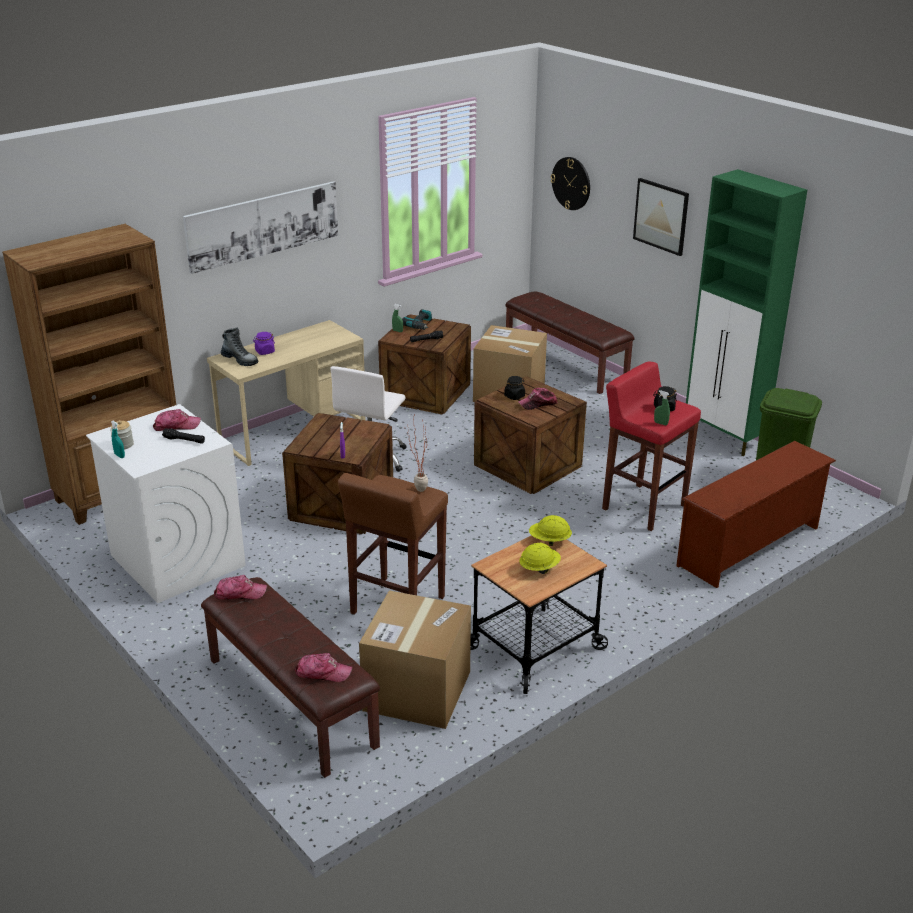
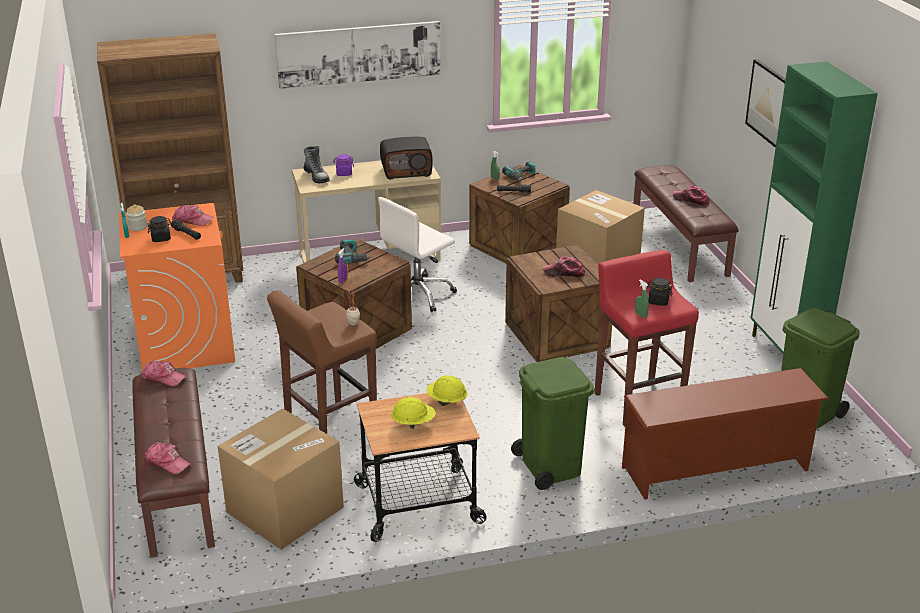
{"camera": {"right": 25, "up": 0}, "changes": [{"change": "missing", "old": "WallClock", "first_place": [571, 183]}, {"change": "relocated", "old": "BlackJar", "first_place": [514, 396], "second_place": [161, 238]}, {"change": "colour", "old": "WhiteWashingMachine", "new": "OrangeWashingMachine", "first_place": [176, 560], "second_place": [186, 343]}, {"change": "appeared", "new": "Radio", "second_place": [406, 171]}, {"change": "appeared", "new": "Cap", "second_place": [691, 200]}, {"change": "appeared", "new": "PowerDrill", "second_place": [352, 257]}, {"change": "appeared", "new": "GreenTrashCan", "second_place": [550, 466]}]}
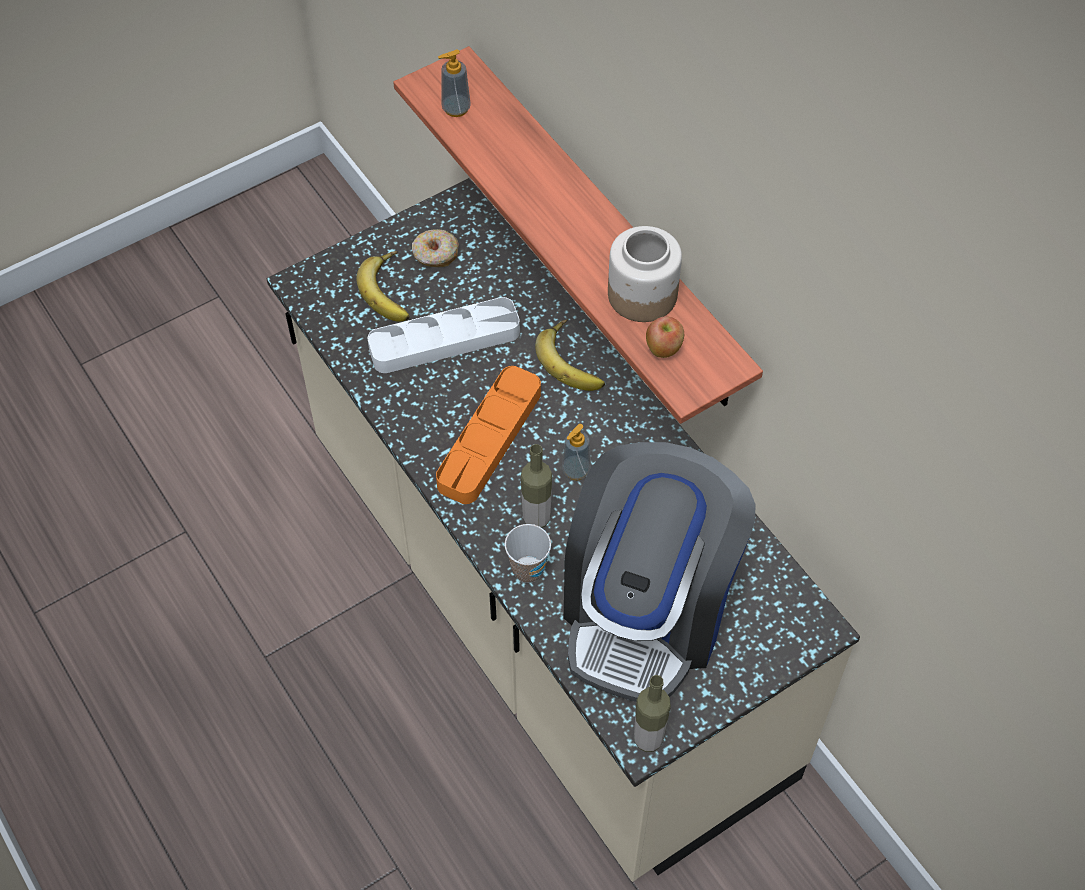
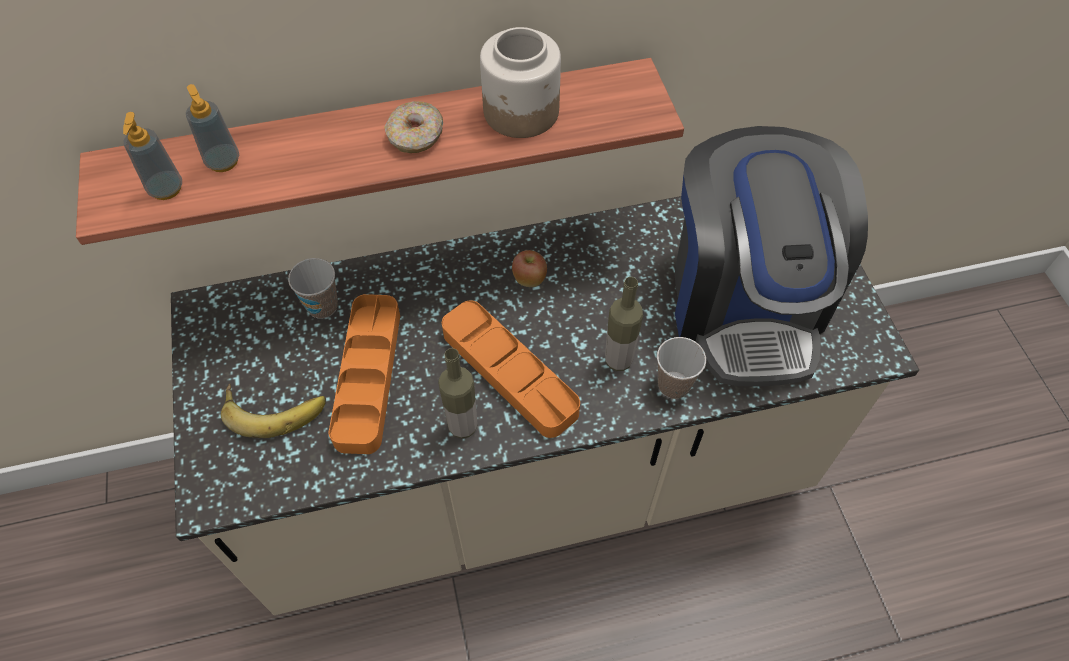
{"camera": {"right": -70, "up": 0}, "changes": [{"change": "relocated", "old": "Donut", "first_place": [435, 254], "second_place": [416, 136]}, {"change": "colour", "old": "WhiteTray", "new": "OrangeTray", "first_place": [444, 340], "second_place": [368, 376]}, {"change": "relocated", "old": "Apple", "first_place": [664, 349], "second_place": [529, 279]}, {"change": "missing", "old": "Banana", "first_place": [574, 360]}, {"change": "relocated", "old": "SoapDispenser", "first_place": [576, 470], "second_place": [223, 161]}, {"change": "spun", "old": "CoffeeMachine", "first_place": [648, 609], "second_place": [744, 303], "degrees": 45}, {"change": "relocated", "old": "Bottle", "first_place": [648, 739], "second_place": [462, 426]}, {"change": "appeared", "new": "Cup", "second_place": [322, 306]}]}
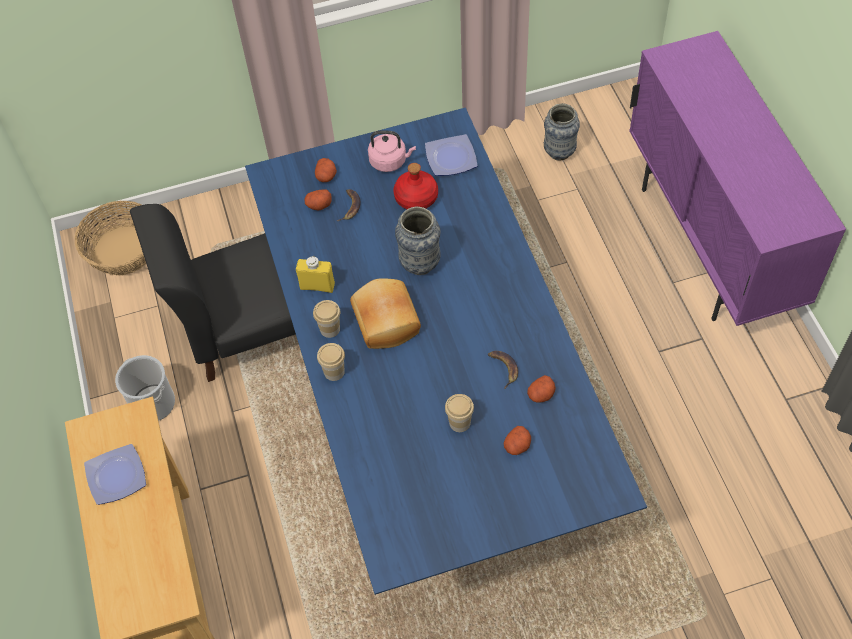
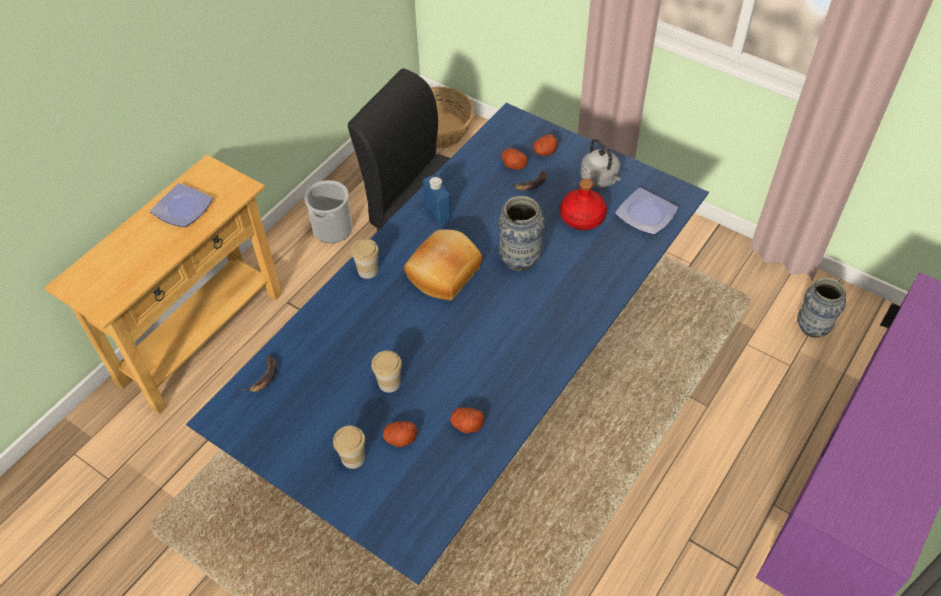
{"camera": {"right": 50, "up": -5}, "changes": [{"change": "colour", "old": "PinkKettle", "new": "GreyKettle", "first_place": [390, 161], "second_place": [600, 179]}, {"change": "colour", "old": "YellowBottle", "new": "BlueBottle", "first_place": [317, 286], "second_place": [437, 211]}, {"change": "relocated", "old": "Cup", "first_place": [330, 329], "second_place": [353, 458]}, {"change": "relocated", "old": "Banana", "first_place": [503, 368], "second_place": [263, 376]}]}
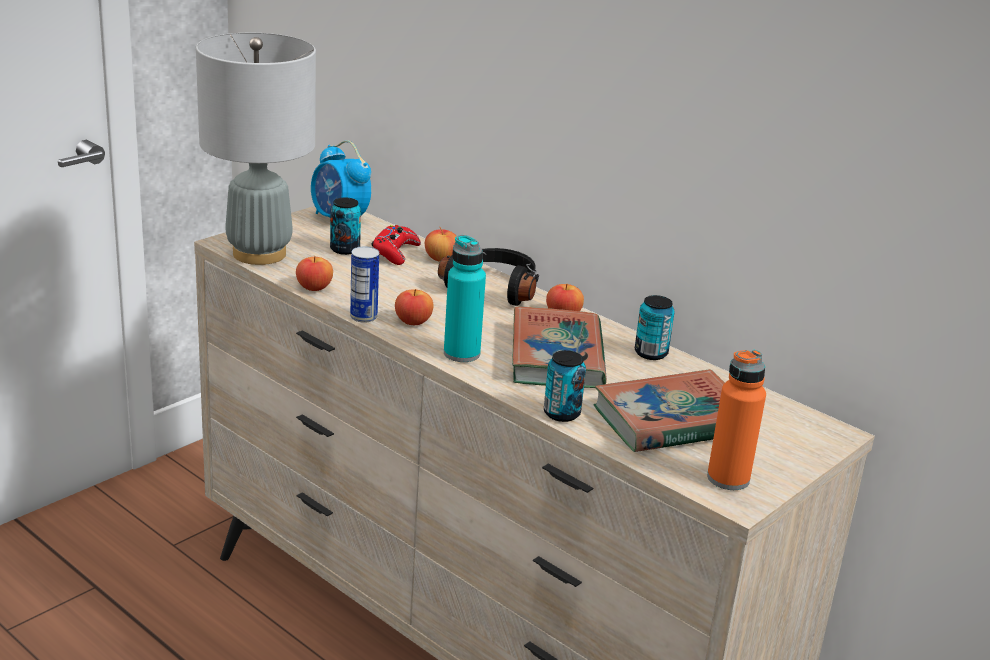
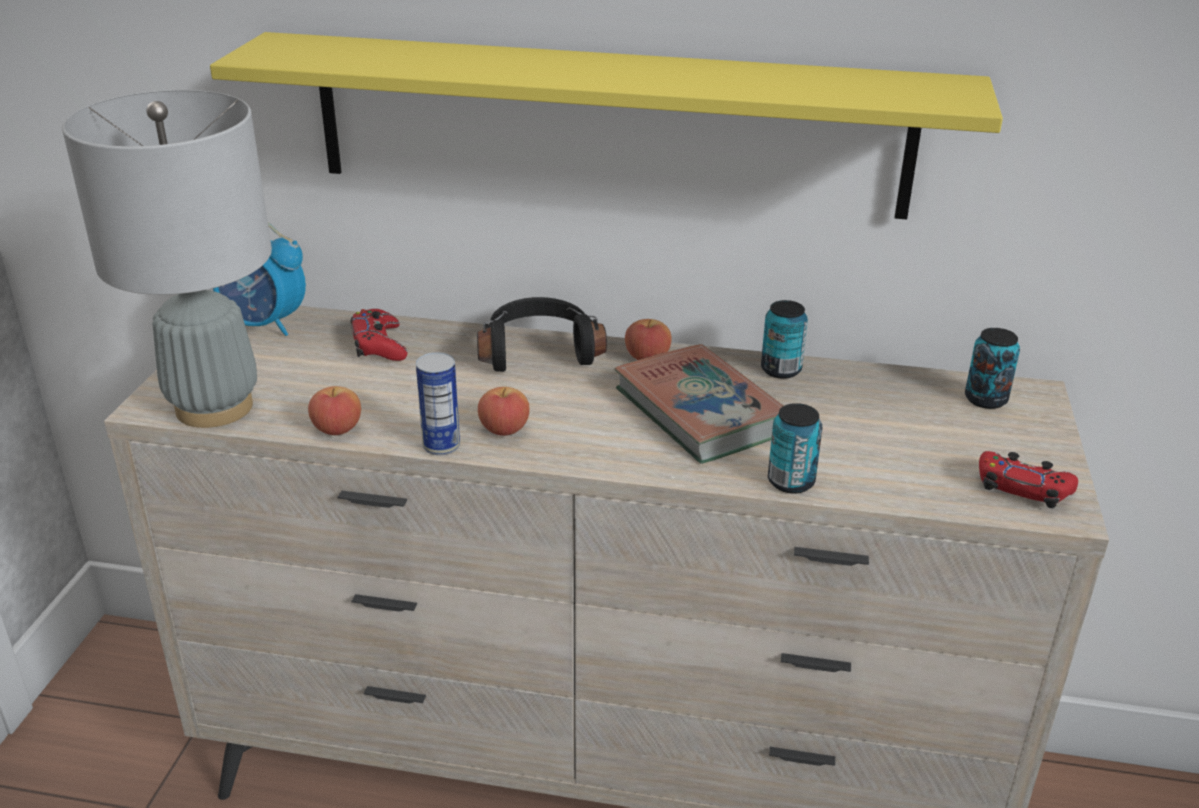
{"camera": {"right": -30, "up": 5}, "changes": [{"change": "relocated", "old": "Can", "first_place": [345, 249], "second_place": [985, 399]}, {"change": "missing", "old": "Apple", "first_place": [441, 258]}, {"change": "missing", "old": "TurquoiseBottle", "first_place": [461, 354]}, {"change": "exchanged", "old": "OrangeBottle", "new": "RedGameController", "first_place": [728, 478], "second_place": [1022, 488]}, {"change": "missing", "old": "Book", "first_place": [672, 420]}, {"change": "appeared", "new": "YellowShelf", "second_place": [608, 125]}]}
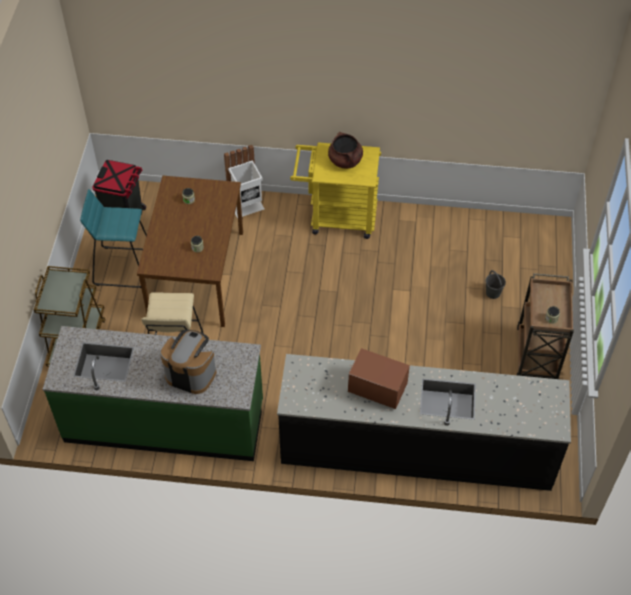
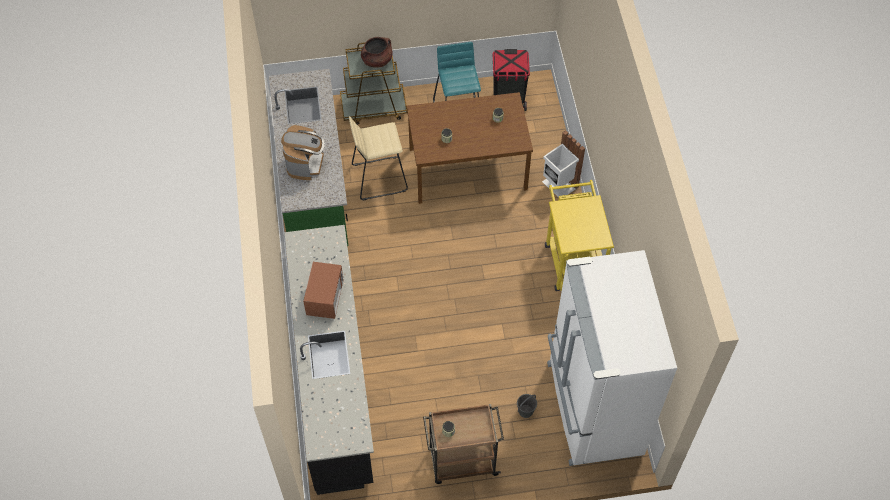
{"camera": {"right": 75, "up": 5}, "changes": [{"change": "relocated", "old": "BrownCookingPot", "first_place": [345, 161], "second_place": [377, 60]}, {"change": "appeared", "new": "WhiteFridge", "second_place": [592, 409]}]}
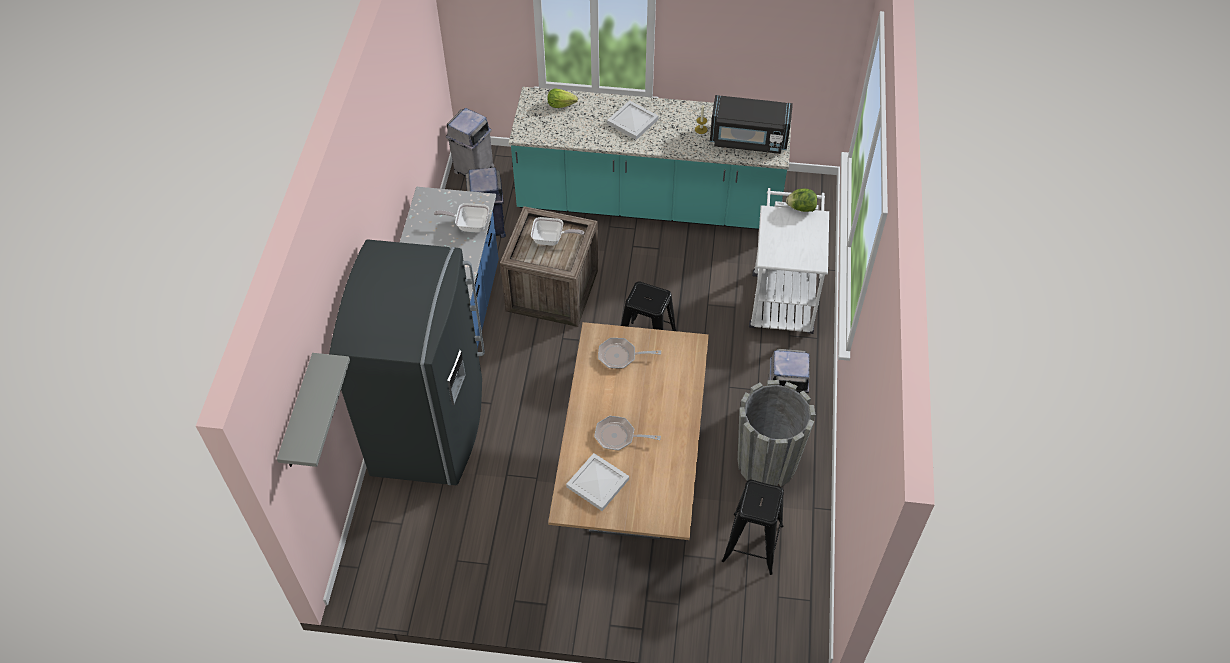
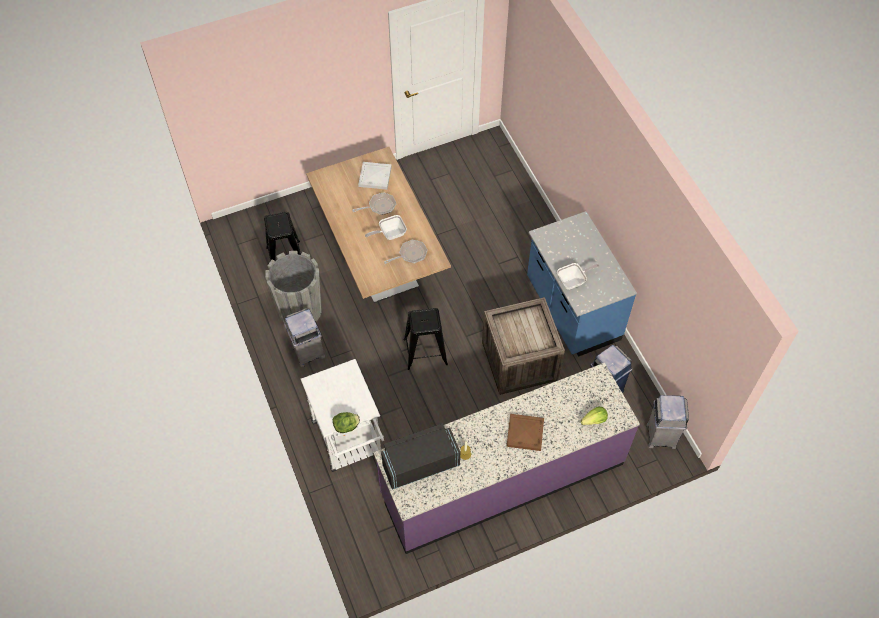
{"camera": {"right": 150, "up": 5}, "changes": [{"change": "colour", "old": "TurquoiseCounter", "new": "PurpleCounter", "first_place": [649, 202], "second_place": [502, 478]}, {"change": "colour", "old": "WhiteTray", "new": "BrownTray", "first_place": [633, 121], "second_place": [524, 433]}, {"change": "relocated", "old": "FryingPan", "first_place": [551, 239], "second_place": [390, 234]}, {"change": "missing", "old": "GreyFridge", "first_place": [430, 427]}, {"change": "missing", "old": "GreyShelf", "first_place": [299, 415]}]}
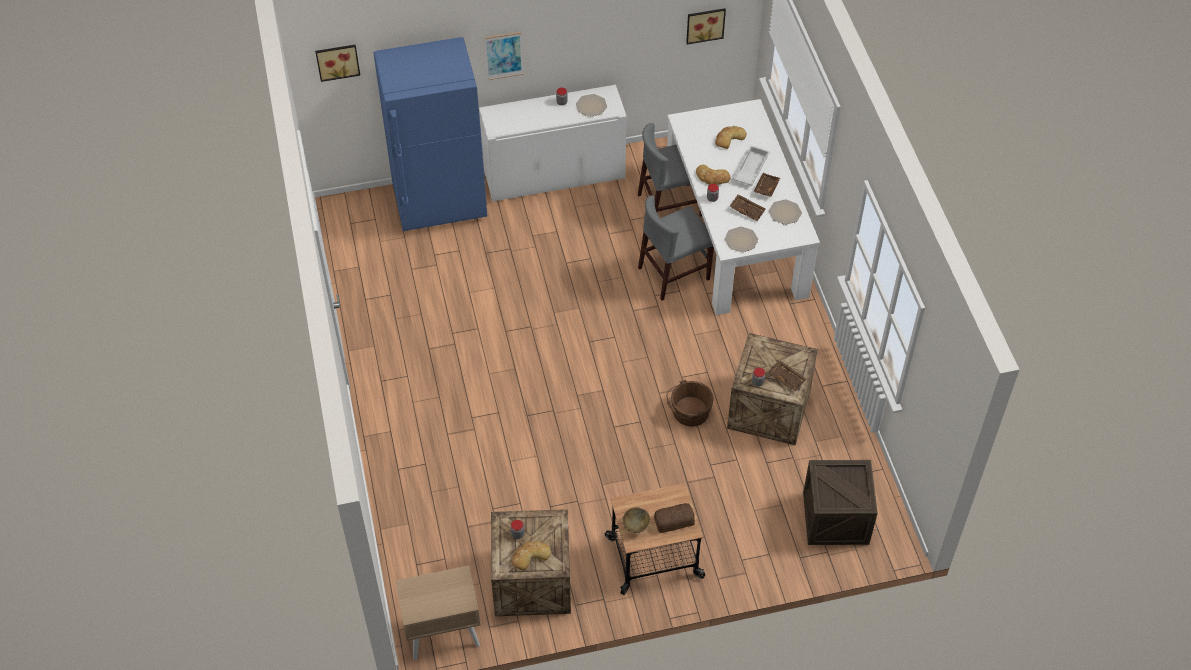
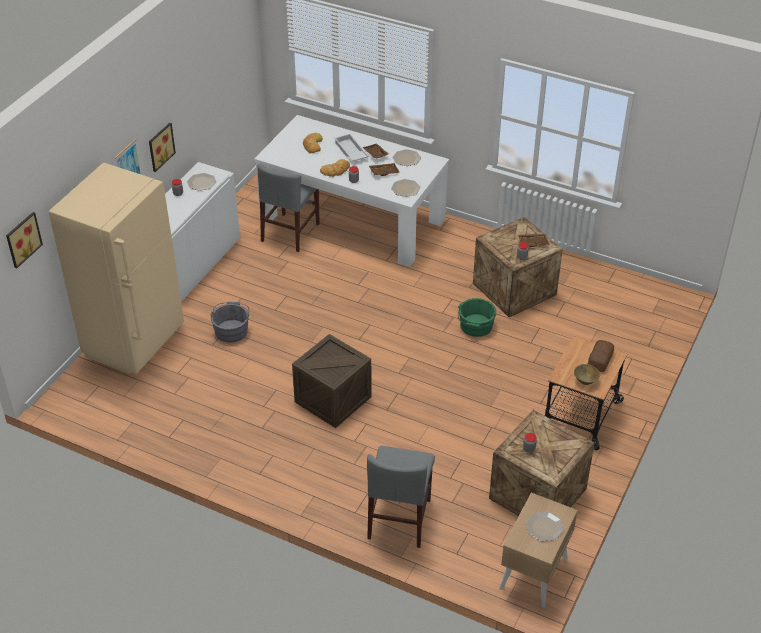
{"camera": {"right": -50, "up": -10}, "changes": [{"change": "relocated", "old": "Picture", "first_place": [705, 24], "second_place": [160, 146]}, {"change": "colour", "old": "BlueFridge", "new": "BeigeFridge", "first_place": [440, 205], "second_place": [135, 342]}, {"change": "relocated", "old": "GreyChair", "first_place": [674, 273], "second_place": [399, 518]}, {"change": "colour", "old": "BrownBucket", "new": "GreenBucket", "first_place": [688, 412], "second_place": [475, 327]}, {"change": "relocated", "old": "Crate", "first_place": [835, 518], "second_place": [333, 399]}, {"change": "missing", "old": "Bread", "first_place": [530, 556]}, {"change": "appeared", "new": "GreyBucket", "second_place": [231, 329]}, {"change": "appeared", "new": "Plate", "second_place": [544, 527]}]}
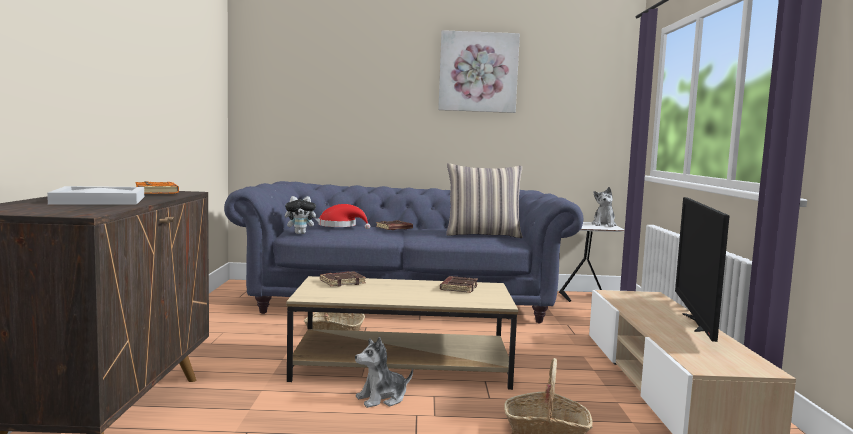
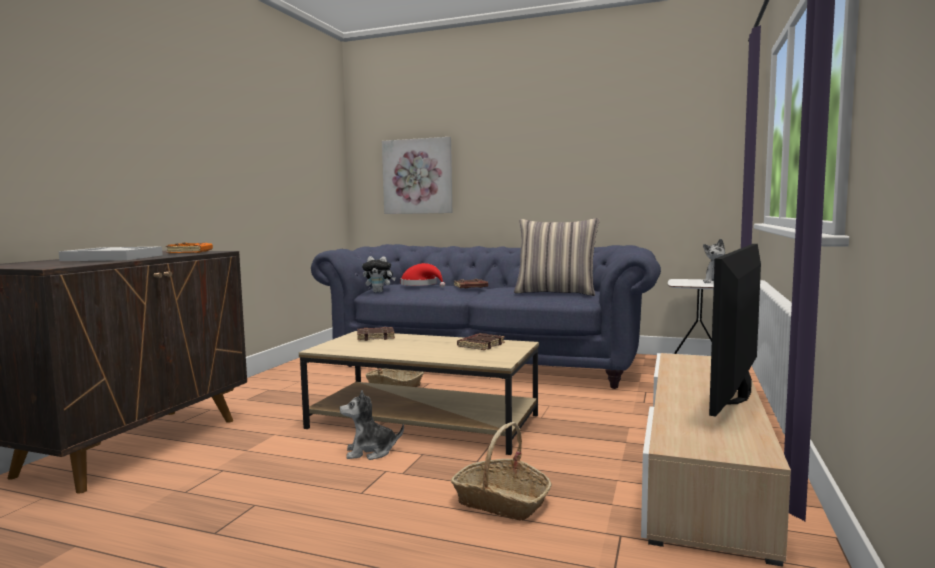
{"camera": {"right": 20, "up": 0}, "changes": [{"change": "relocated", "old": "Picture", "first_place": [478, 72], "second_place": [418, 176]}]}
